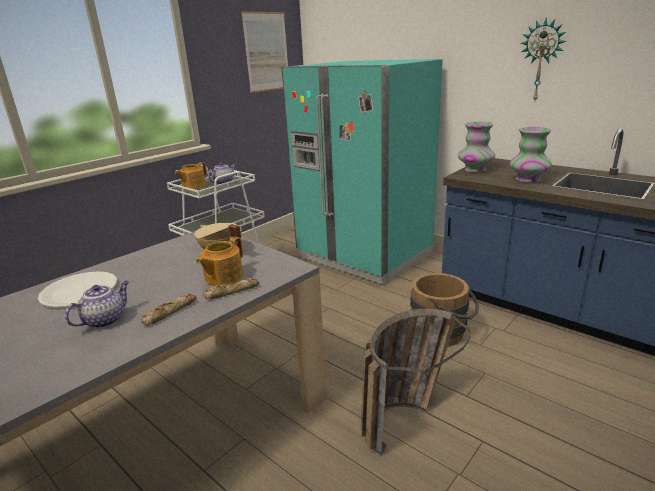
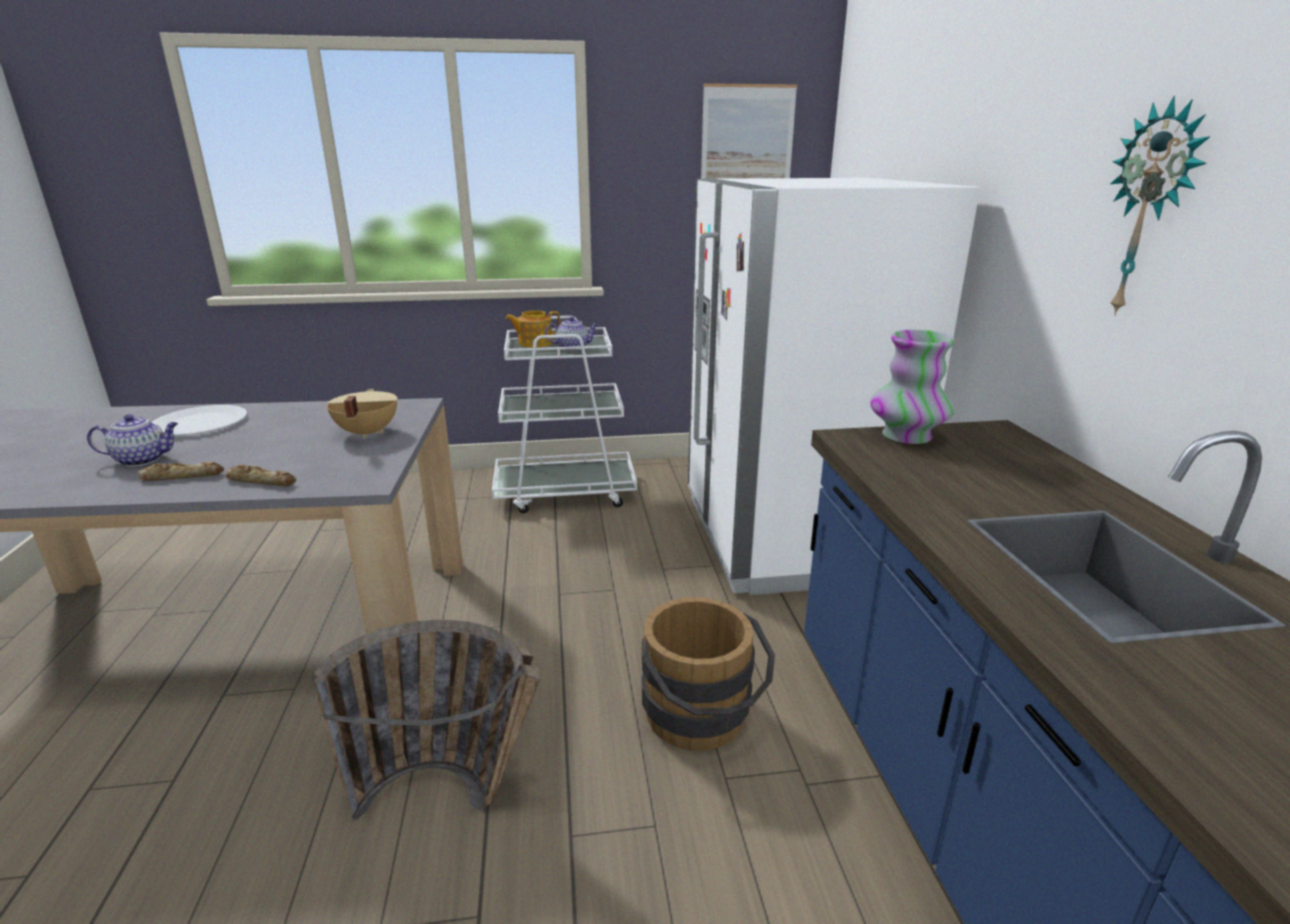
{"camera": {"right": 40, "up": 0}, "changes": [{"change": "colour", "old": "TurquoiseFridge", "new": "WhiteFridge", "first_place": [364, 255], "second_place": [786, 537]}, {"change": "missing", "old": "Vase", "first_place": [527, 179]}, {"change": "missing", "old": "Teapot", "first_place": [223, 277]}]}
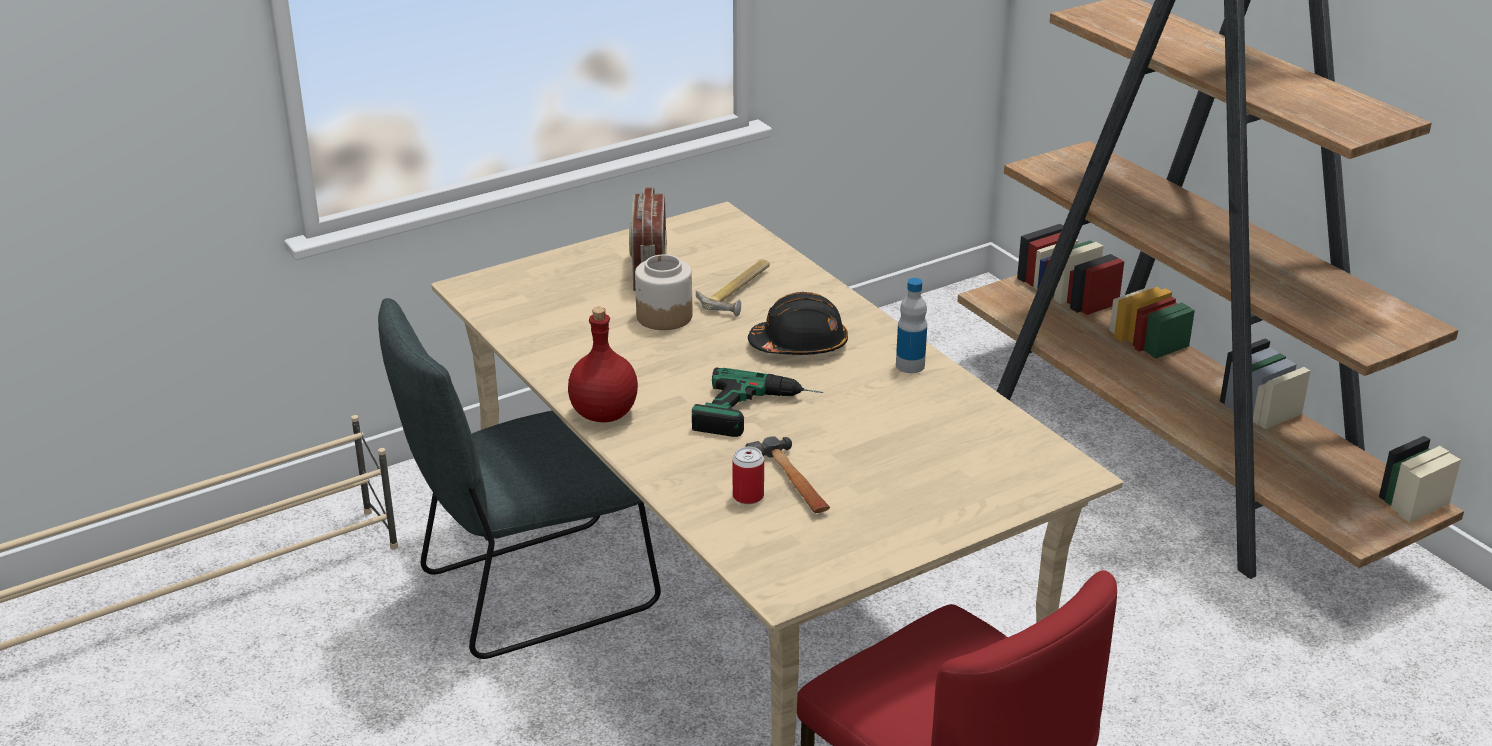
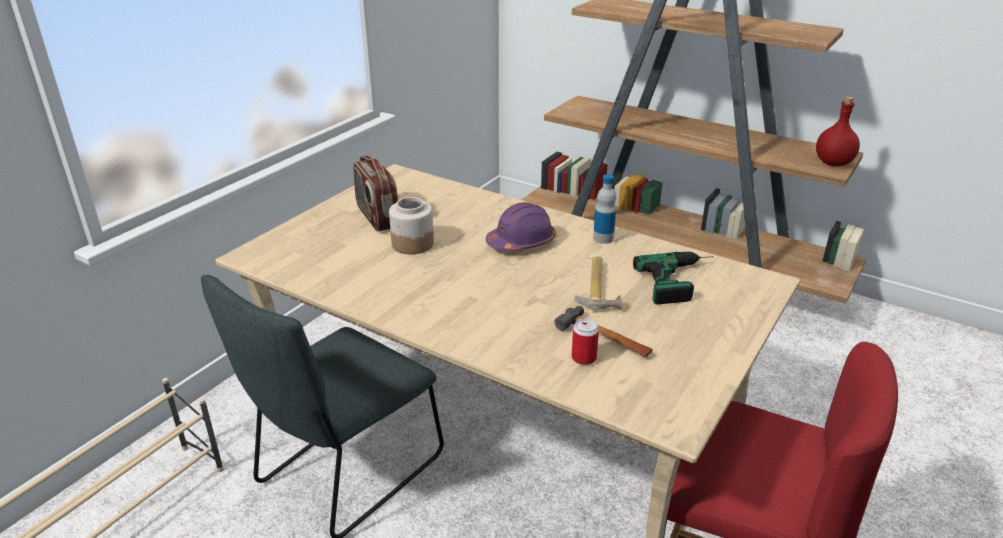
{"camera": {"right": -25, "up": 0}, "changes": [{"change": "relocated", "old": "Hammer", "first_place": [740, 292], "second_place": [600, 287]}, {"change": "colour", "old": "BlackHardHat", "new": "PurpleHardHat", "first_place": [799, 345], "second_place": [521, 242]}, {"change": "relocated", "old": "RedBottle", "first_place": [603, 414], "second_place": [833, 163]}, {"change": "relocated", "old": "PowerDrill", "first_place": [758, 412], "second_place": [682, 280]}]}
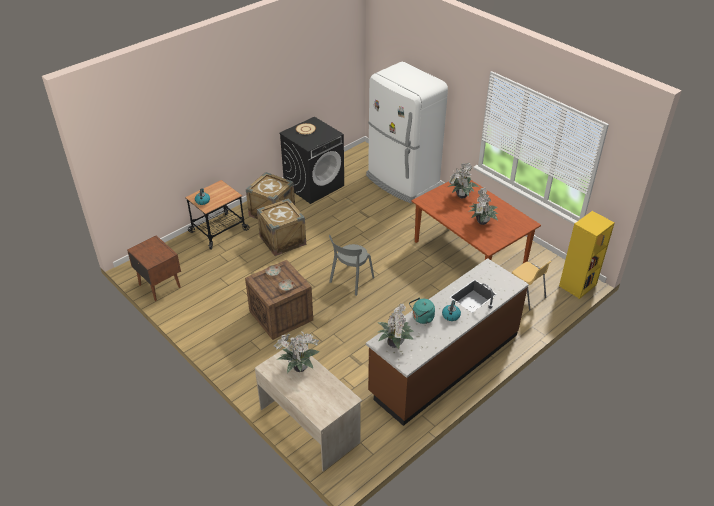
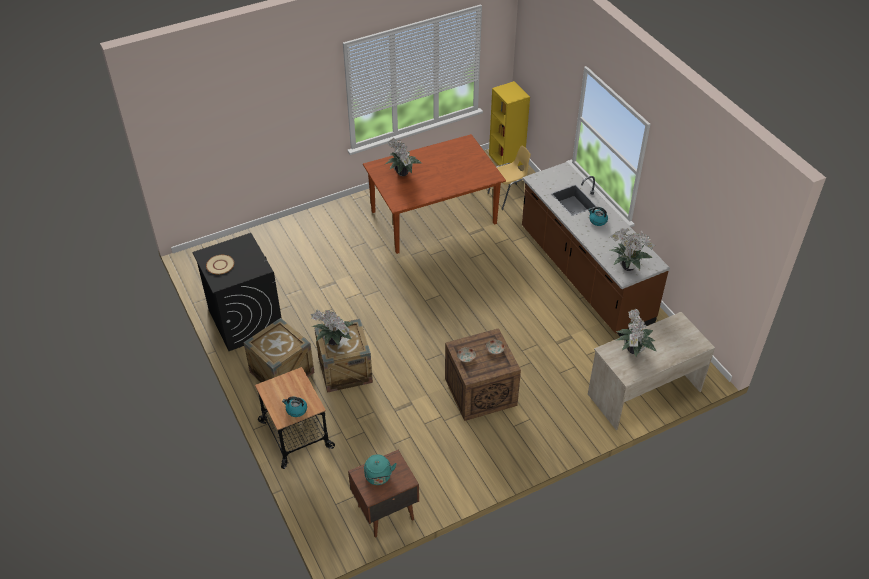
{"camera": {"right": -75, "up": 5}, "changes": [{"change": "missing", "old": "WhiteFridge", "first_place": [401, 182]}, {"change": "relocated", "old": "PottedPlant", "first_place": [481, 223], "second_place": [334, 342]}, {"change": "missing", "old": "GreyChair", "first_place": [350, 281]}, {"change": "relocated", "old": "TurquoiseKettle", "first_place": [421, 318], "second_place": [378, 477]}]}
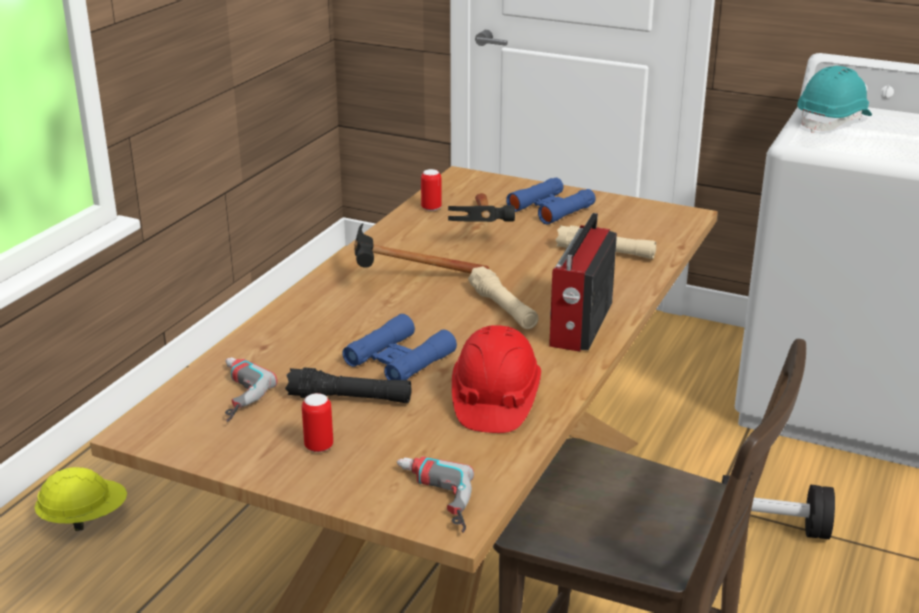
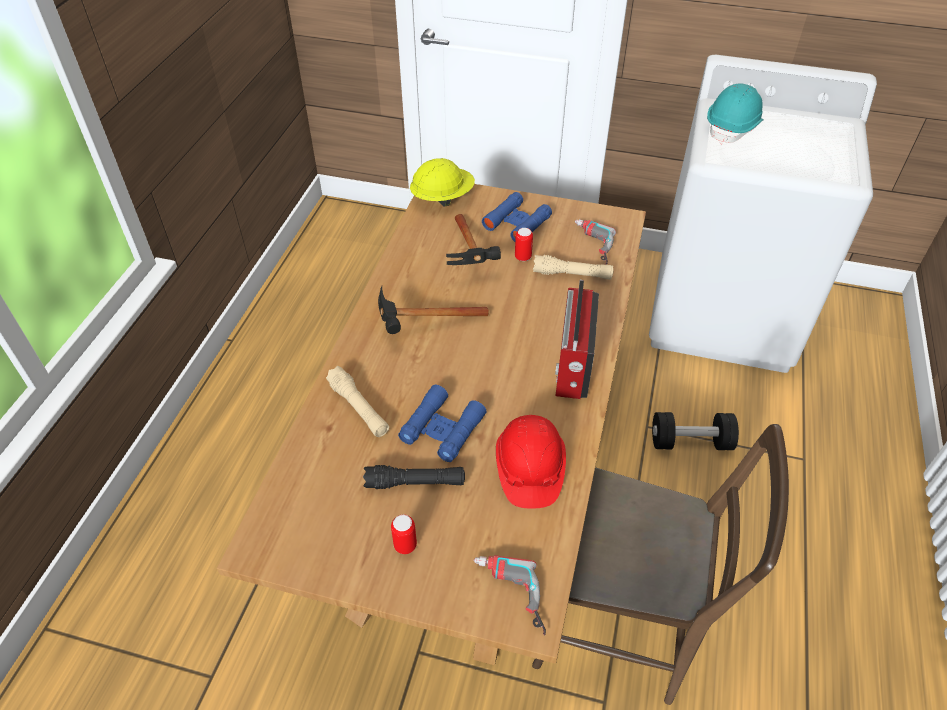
{"camera": {"right": -10, "up": 20}, "changes": [{"change": "relocated", "old": "Can", "first_place": [431, 208], "second_place": [523, 257]}, {"change": "relocated", "old": "BeigeFlashlight", "first_place": [503, 308], "second_place": [359, 408]}, {"change": "relocated", "old": "PowerDrill", "first_place": [230, 395], "second_place": [590, 245]}, {"change": "relocated", "old": "YellowHardHat", "first_place": [84, 519], "second_place": [442, 198]}]}
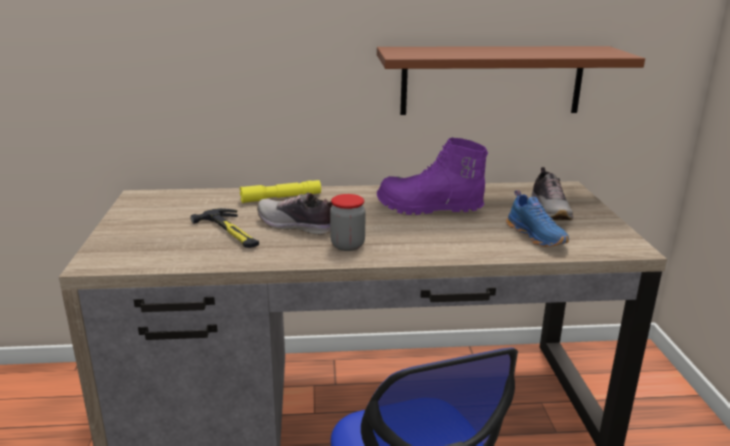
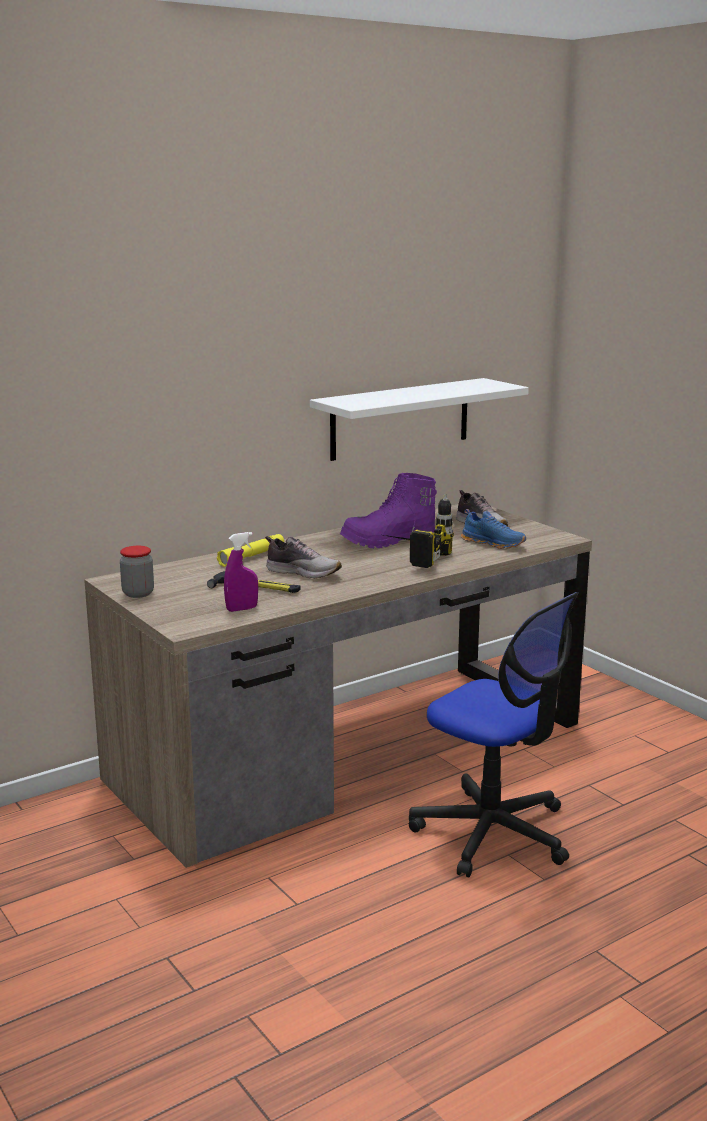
{"camera": {"right": -30, "up": -5}, "changes": [{"change": "colour", "old": "BrownShelf", "new": "WhiteShelf", "first_place": [492, 80], "second_place": [400, 418]}, {"change": "spun", "old": "Shoe", "first_place": [296, 226], "second_place": [303, 572], "degrees": -150}, {"change": "relocated", "old": "Jar", "first_place": [347, 245], "second_place": [138, 593]}, {"change": "appeared", "new": "PowerDrill", "second_place": [411, 558]}, {"change": "appeared", "new": "PurpleSprayBottle", "second_place": [242, 609]}]}
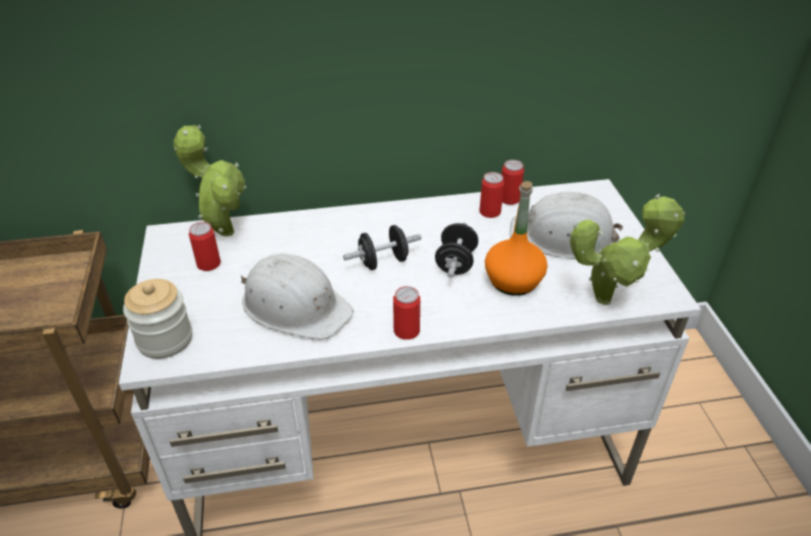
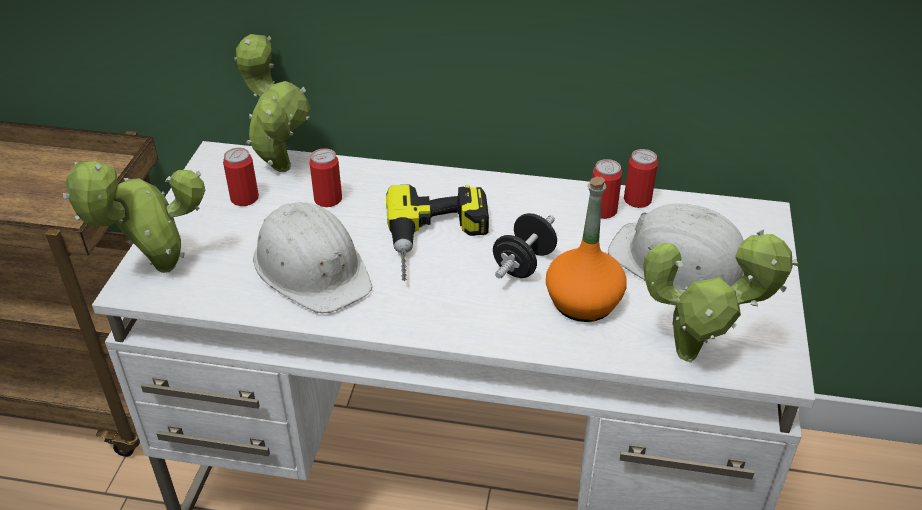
{"camera": {"right": 20, "up": 0}, "changes": [{"change": "exchanged", "old": "BlackDumbbell", "new": "PowerDrill", "first_place": [383, 262], "second_place": [438, 241]}, {"change": "exchanged", "old": "Jar", "new": "PottedPlant", "first_place": [165, 339], "second_place": [159, 270]}, {"change": "relocated", "old": "Can", "first_place": [406, 331], "second_place": [328, 199]}]}
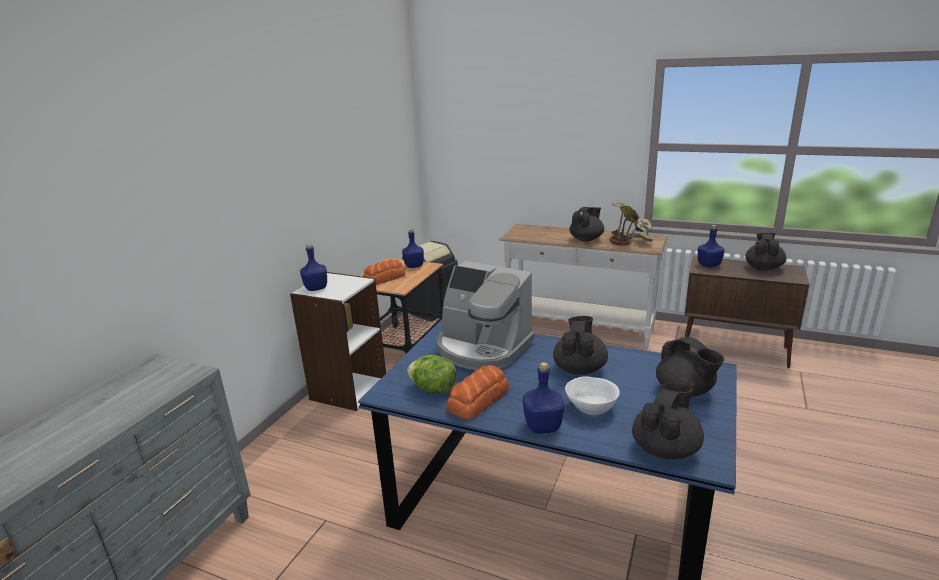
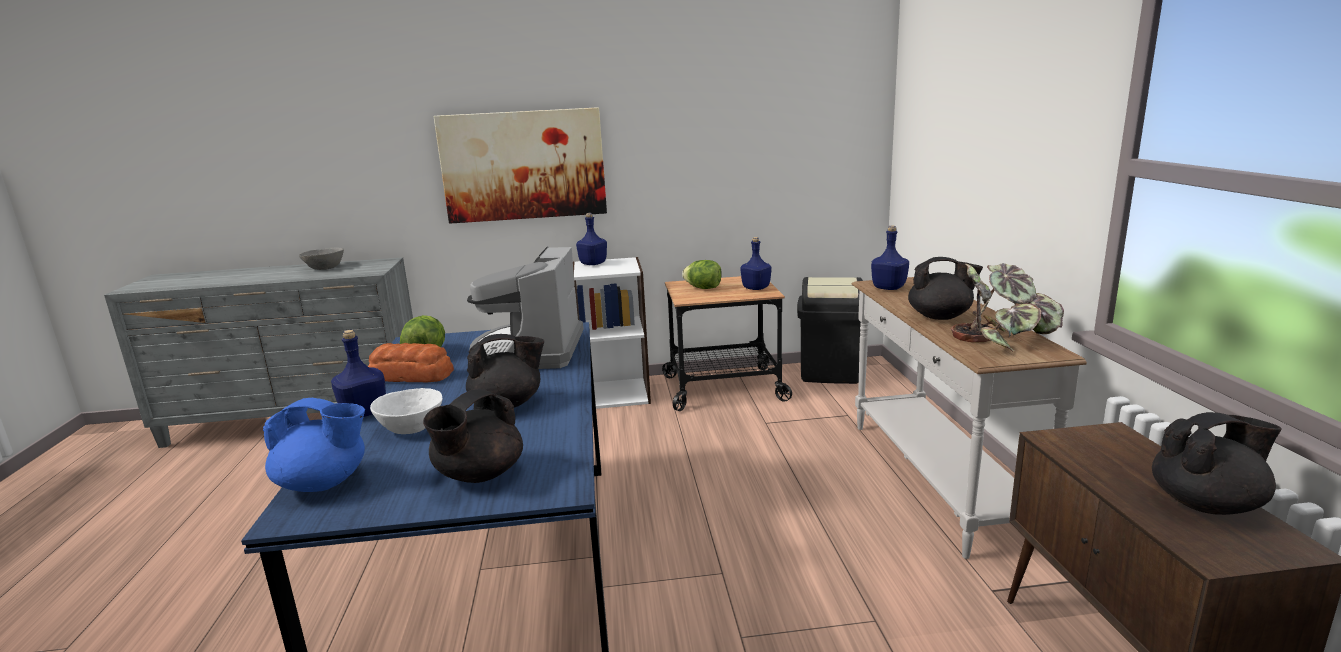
{"camera": {"right": 60, "up": -5}, "changes": [{"change": "relocated", "old": "BlueBottle", "first_place": [709, 265], "second_place": [889, 288]}, {"change": "exchanged", "old": "Bread", "new": "Lettuce", "first_place": [385, 278], "second_place": [703, 288]}, {"change": "colour", "old": "BlackTeapot", "new": "BlueTeapot", "first_place": [665, 448], "second_place": [324, 483]}, {"change": "appeared", "new": "Picture", "second_place": [523, 165]}, {"change": "appeared", "new": "GreyBowl", "second_place": [325, 268]}]}
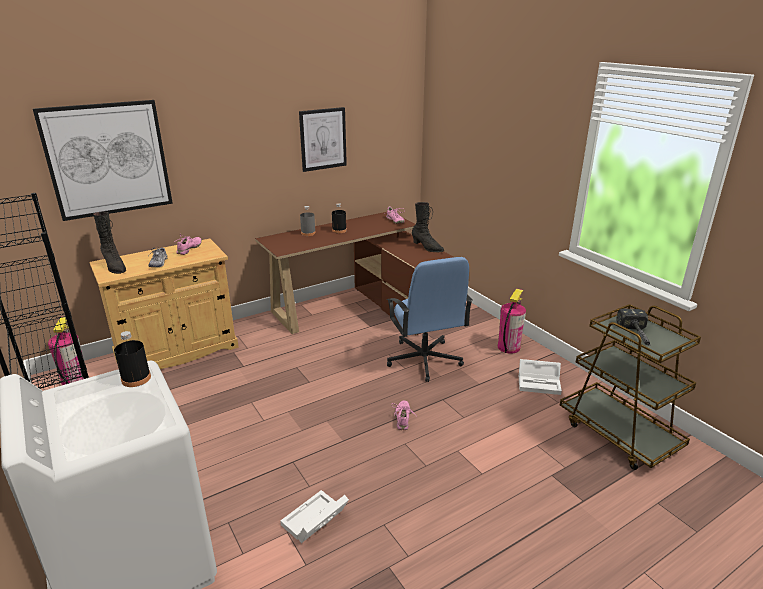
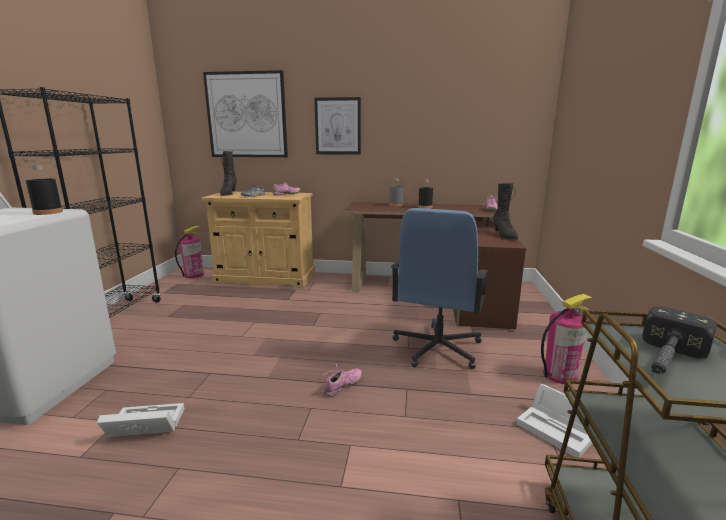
{"camera": {"right": 40, "up": -10}, "changes": [{"change": "relocated", "old": "Picture", "first_place": [323, 139], "second_place": [338, 126]}]}
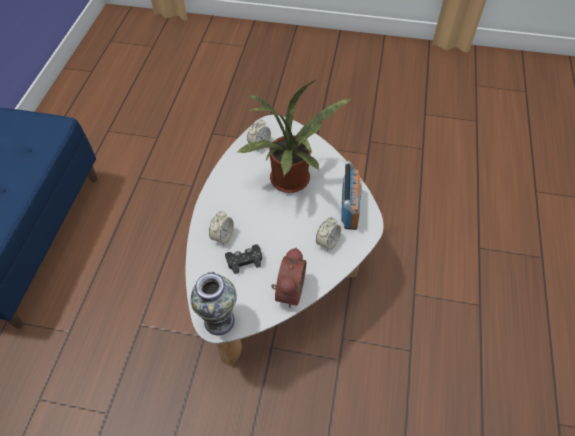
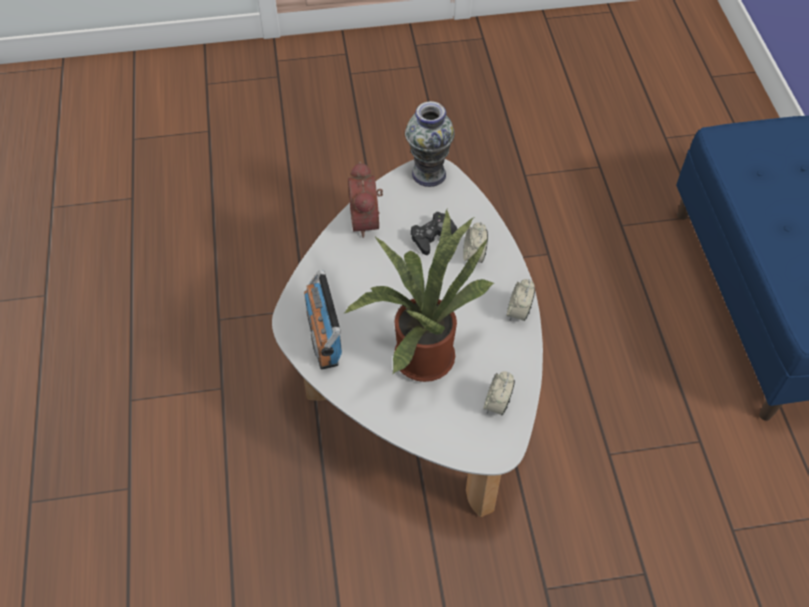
{"camera": {"right": 160, "up": 0}, "changes": [{"change": "relocated", "old": "AlarmClock", "first_place": [327, 242], "second_place": [519, 312]}]}
